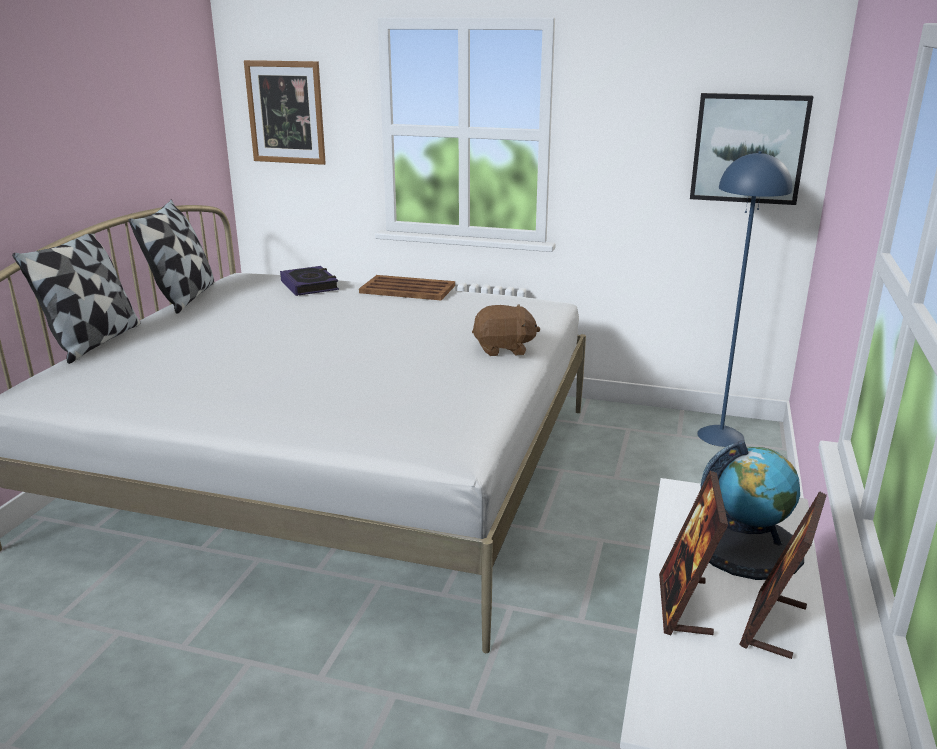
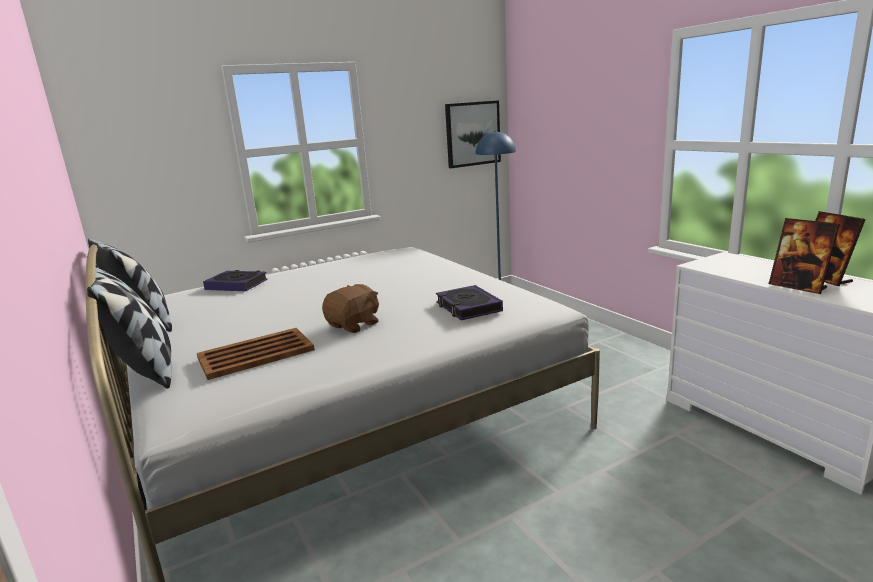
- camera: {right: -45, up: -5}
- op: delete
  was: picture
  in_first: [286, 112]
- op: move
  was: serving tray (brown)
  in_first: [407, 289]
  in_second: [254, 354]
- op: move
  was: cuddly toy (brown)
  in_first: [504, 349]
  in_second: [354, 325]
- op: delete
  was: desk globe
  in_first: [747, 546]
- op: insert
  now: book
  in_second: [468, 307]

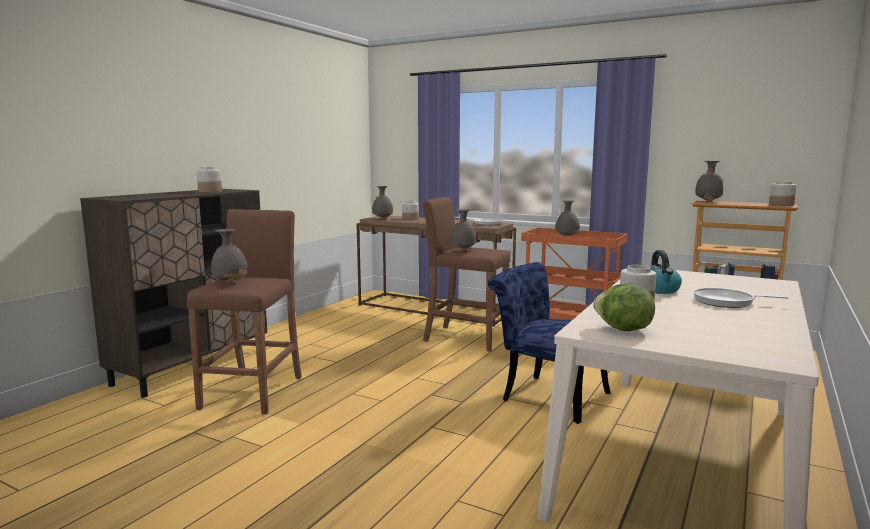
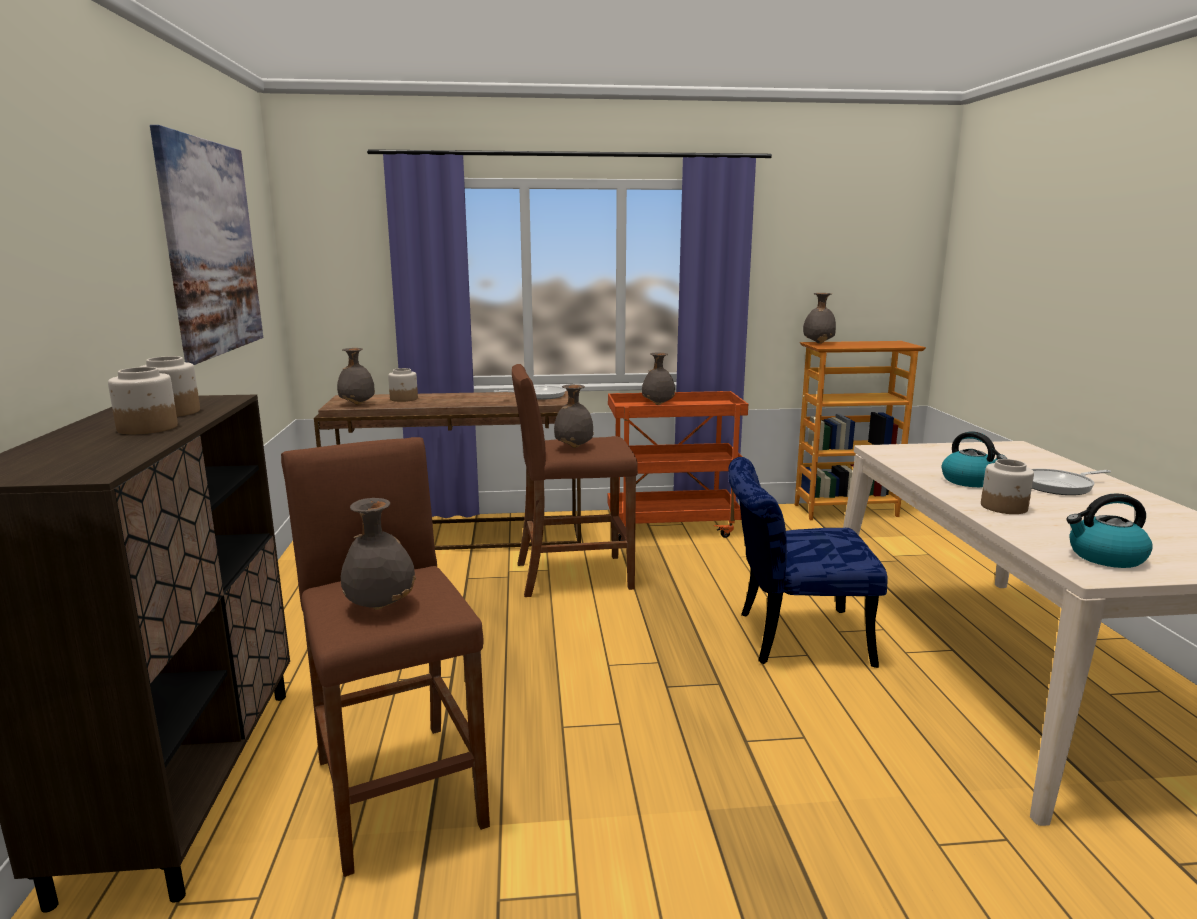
- camera: {right: -35, up: 5}
- op: replace
  was: lettuce
  now: kettle
  in_first: [623, 330]
  in_second: [1105, 557]
- op: move
  was: storage jar
  in_first: [781, 205]
  in_second: [146, 428]
- op: insert
  now: picture
  in_second: [211, 248]

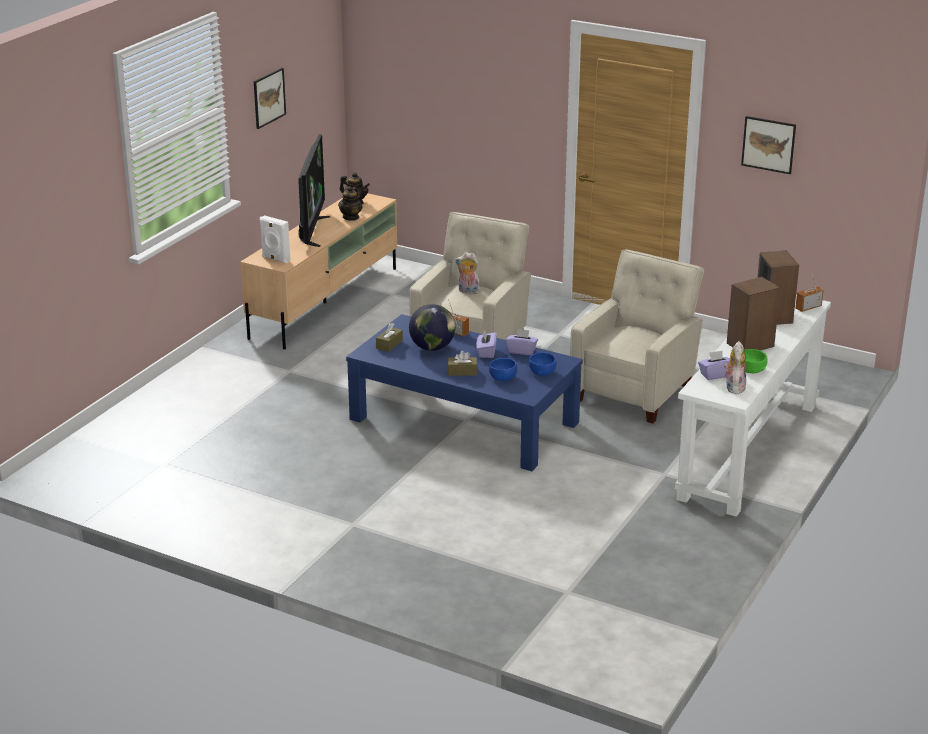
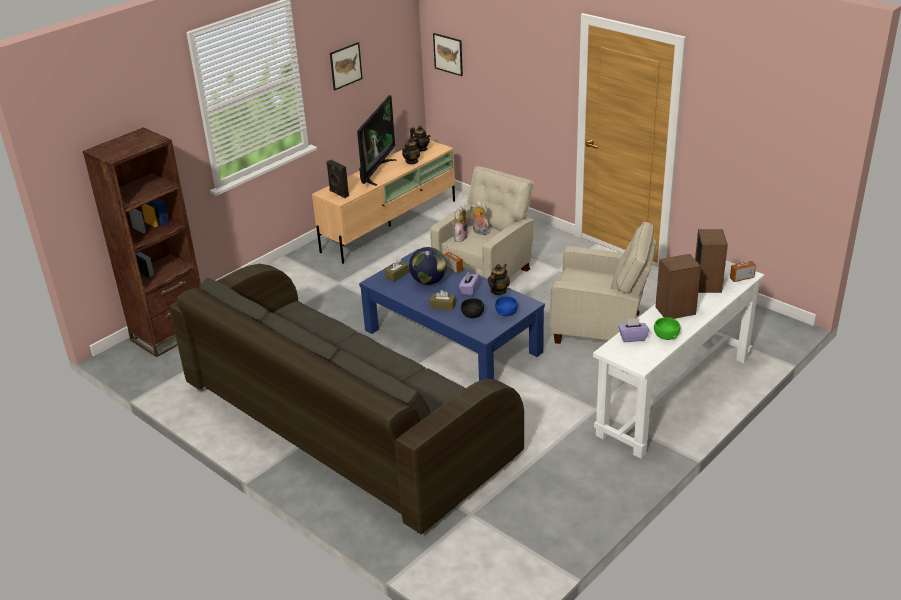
- camera: {right: 15, up: 5}
- op: recolor
  was: loudspeaker (whitish)
  now: loudspeaker (black-coloured)
  in_first: [275, 259]
  in_second: [338, 194]
- op: recolor
  was: deep dish (bluish)
  now: deep dish (black-coloured)
  in_first: [503, 377]
  in_second: [472, 314]
- op: replace
  was: box of tissues (purple)
  now: teapot
  in_first: [522, 351]
  in_second: [498, 291]
- op: rotate
  was: easy chair (sand-coloured)
  in_first: [636, 391]
  in_second: [601, 328]
  clockwise: 60
- op: move
  was: cuddly toy
  in_first: [733, 387]
  in_second: [460, 237]
- op: move
  was: picture
  in_first: [768, 144]
  in_second: [448, 54]
- op: insert
  now: bookcase (brown)
  in_second: [170, 334]
- op: insert
  now: sofa (greyish)
  in_second: [345, 422]

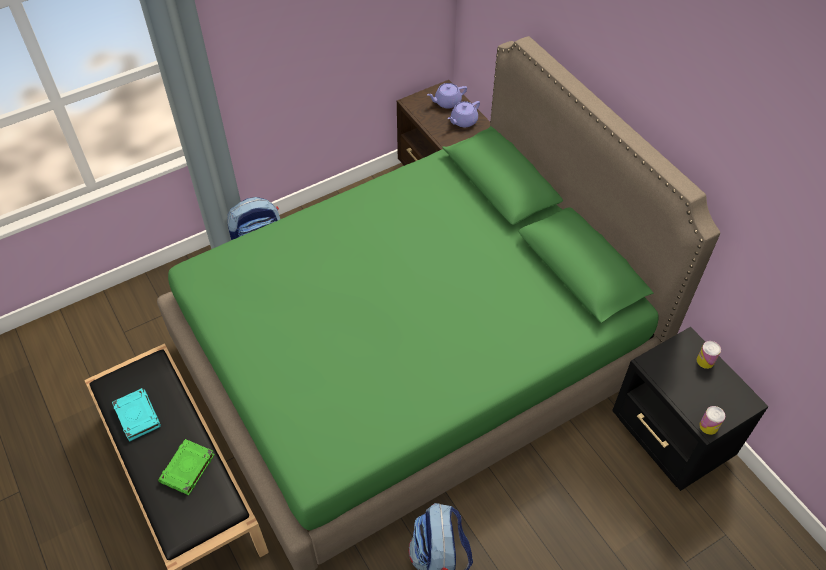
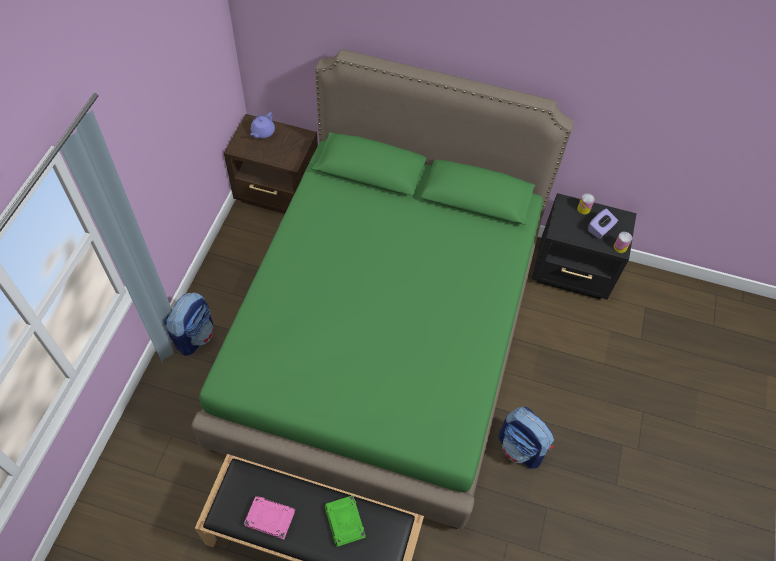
- camera: {right: -45, up: 5}
- op: recolor
  was: book (turquoise-coloured)
  now: book (pinkish)
  in_first: [136, 416]
  in_second: [269, 518]
- op: delete
  was: teapot (purple)
  in_first: [463, 121]
- op: insert
  now: box of tissues (purple)
  in_second: [600, 229]

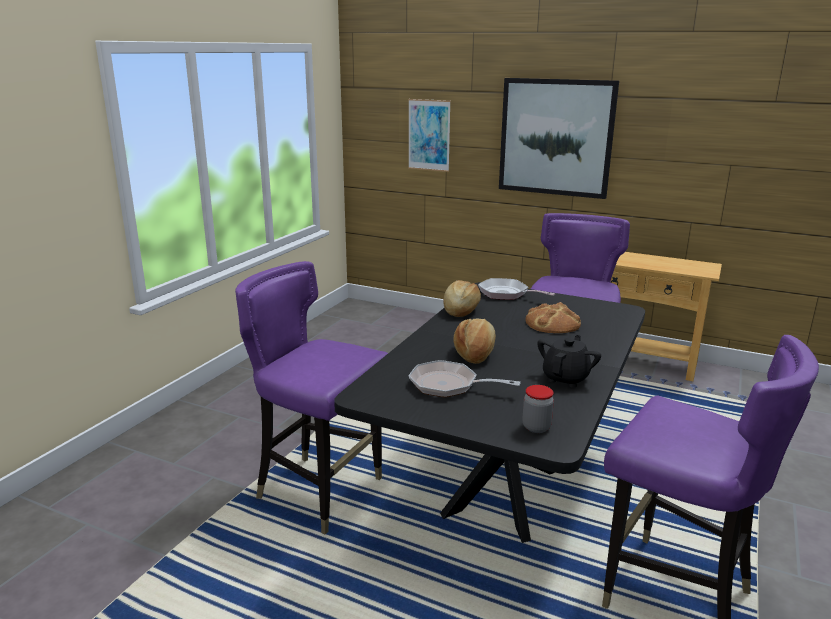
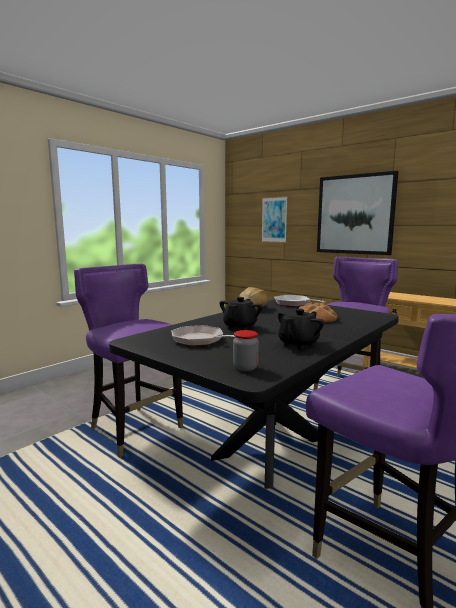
- camera: {right: 15, up: -10}
- op: replace
  was: bakery bread
  now: teapot (black-coloured)
  in_first: [475, 352]
  in_second: [240, 327]

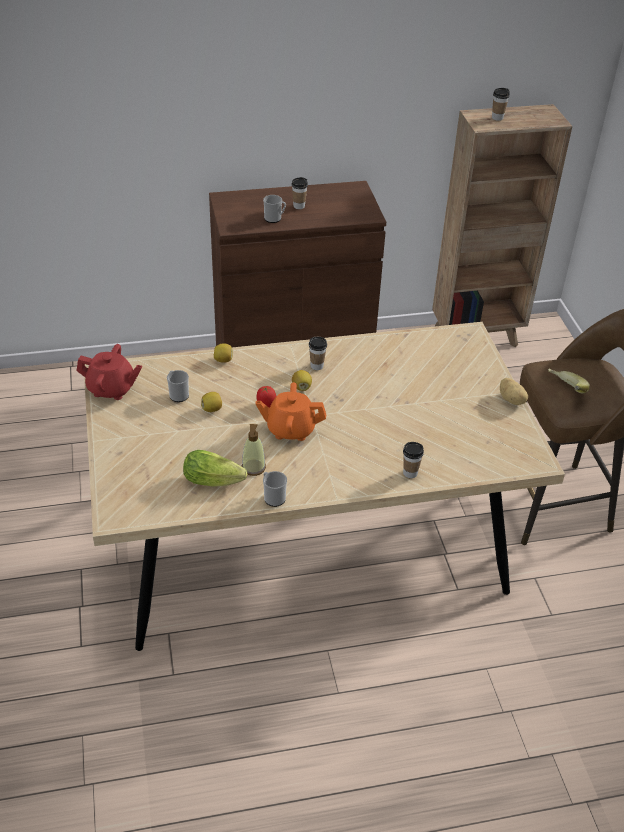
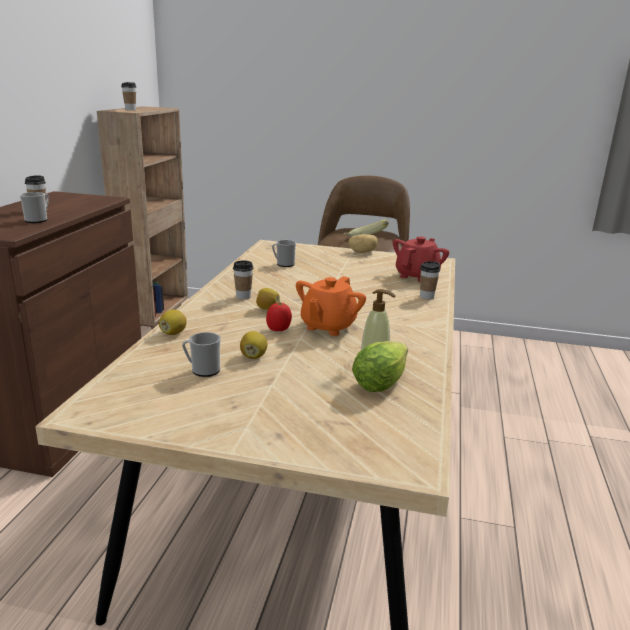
- camera: {right: -65, up: -20}
- op: move
  was: teapot (red)
  in_first: [111, 389]
  in_second: [417, 276]
- op: move
  was: mug
  in_first: [273, 497]
  in_second: [283, 264]

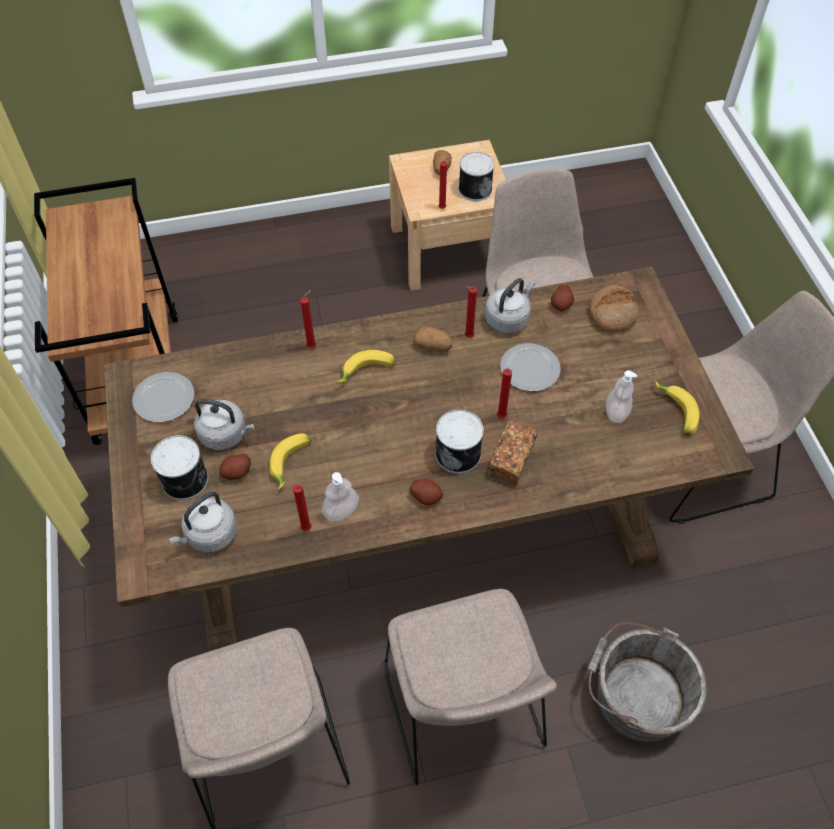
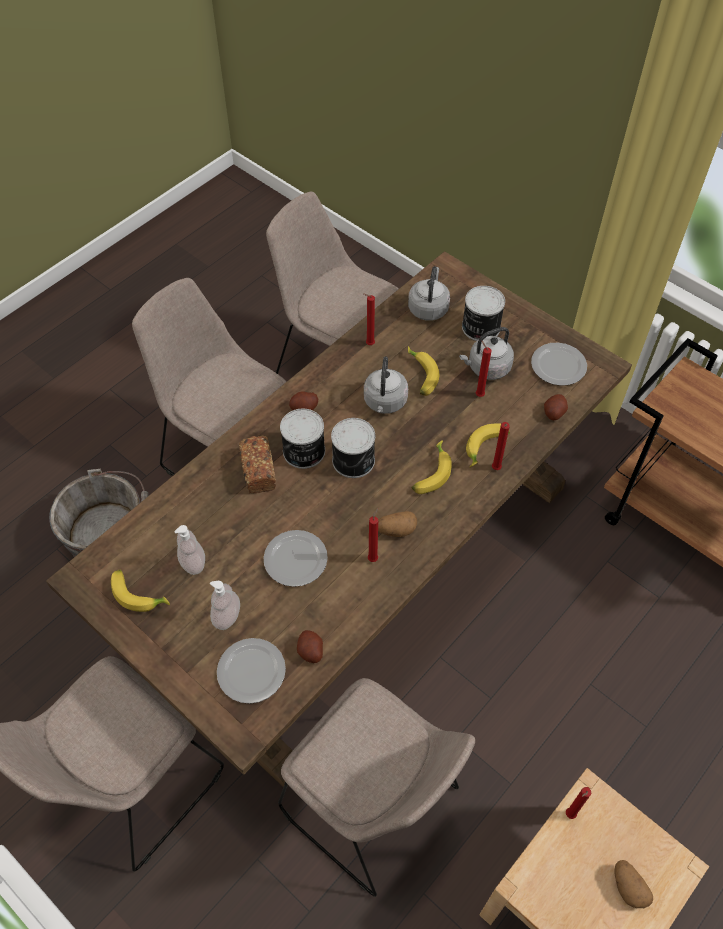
- camera: {right: 145, up: 0}
- op: move
  was: spud
  in_first: [237, 472]
  in_second: [554, 412]
- op: move
  was: liquid soap bottle
  in_first: [341, 511]
  in_second: [227, 616]
- op: move
  was: can
  in_first: [474, 188]
  in_second: [354, 461]
- op: move
  was: kettle (greyish)
  in_first: [508, 318]
  in_second: [385, 402]
- op: move
  was: wax light (red)
  in_first: [501, 418]
  in_second: [478, 394]
- op: replace
  was: bakery bread
  now: flat dish
  in_first: [612, 314]
  in_second: [252, 672]
- op: insert
  now: whole banana
  in_second: [486, 448]

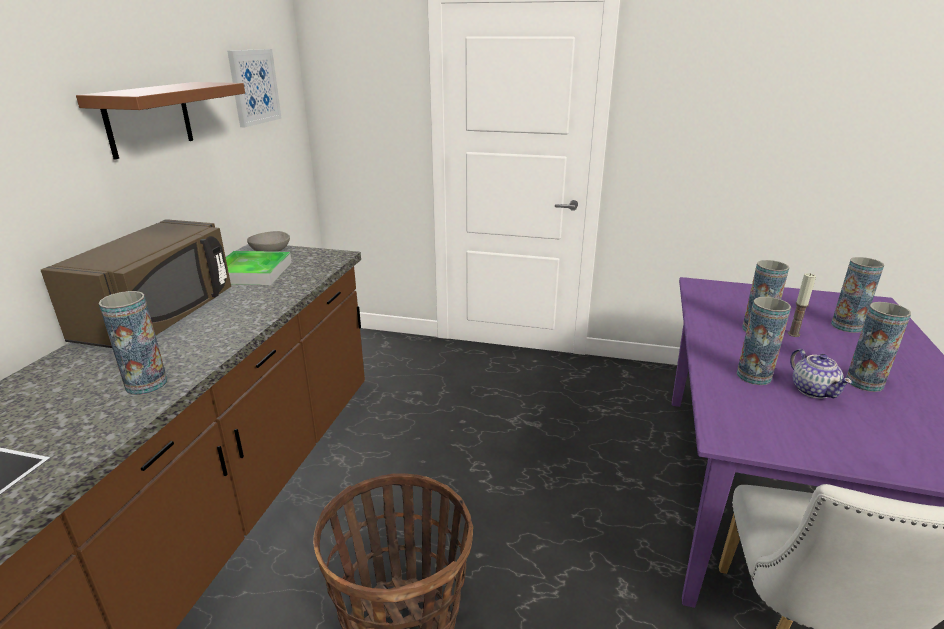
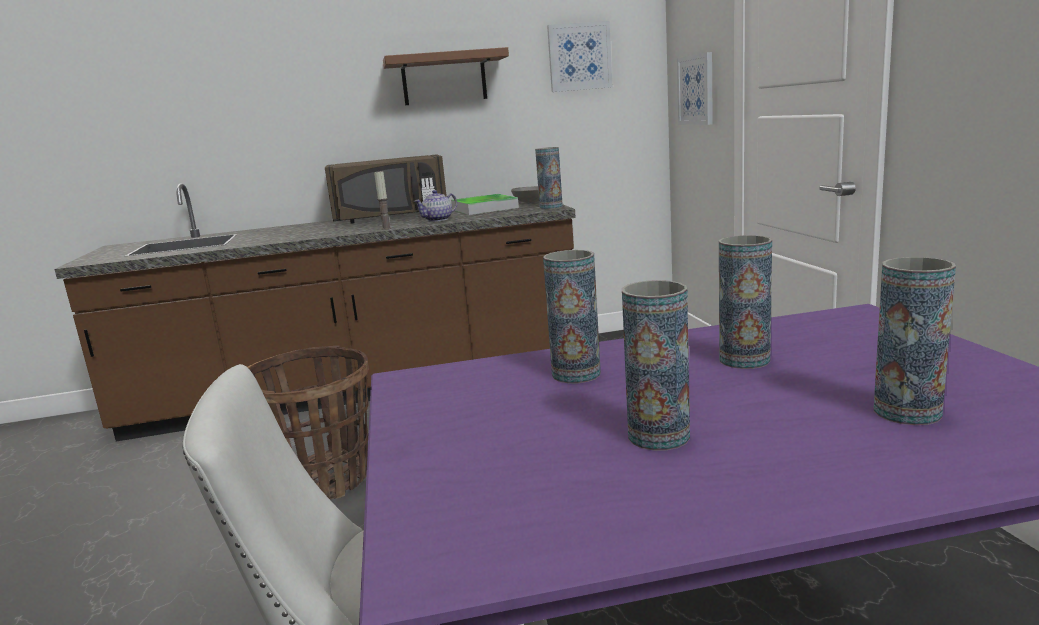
- camera: {right: 65, up: -10}
- op: move
  was: flower vase
  in_first: [146, 384]
  in_second: [551, 207]
- op: move
  was: wax light
  in_first: [793, 334]
  in_second: [386, 228]
- op: move
  was: teapot
  in_first: [813, 390]
  in_second: [438, 220]
- op: insert
  now: picture
  in_second: [696, 90]

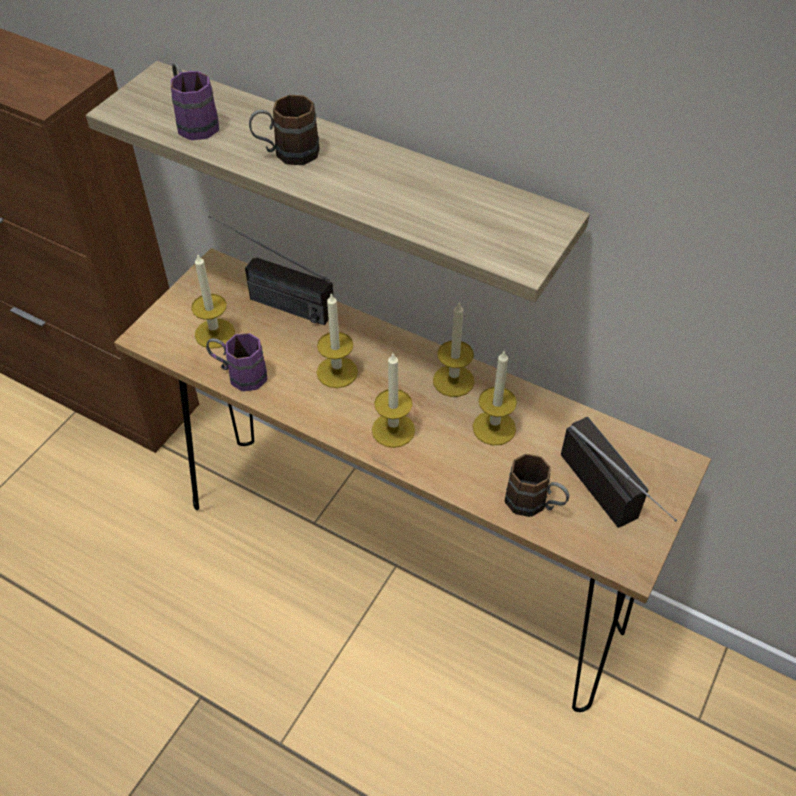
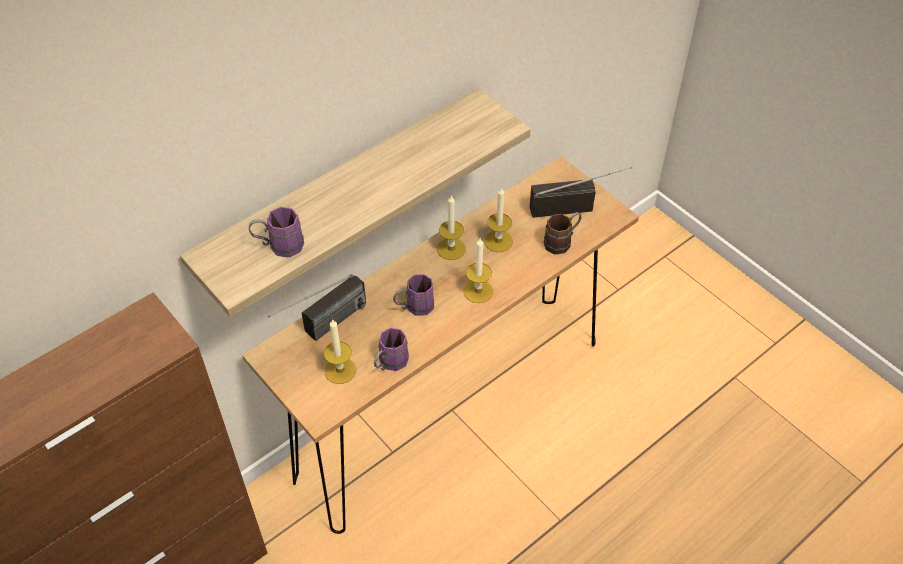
- camera: {right: -70, up: 0}
- op: delete
  was: mug (brown)
  in_first: [287, 154]
- op: replace
  was: wax light
  now: mug (purple)
  in_first: [337, 372]
  in_second: [414, 307]

